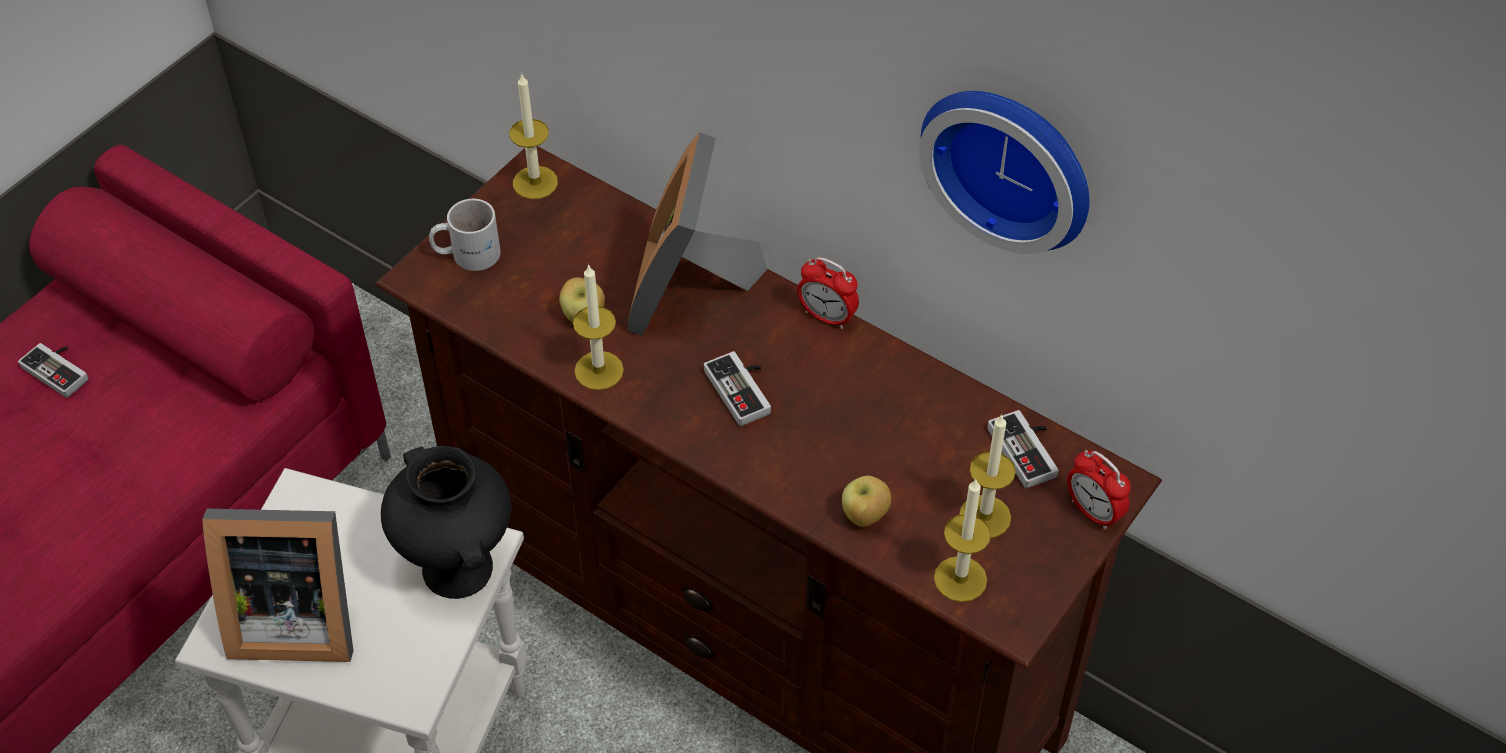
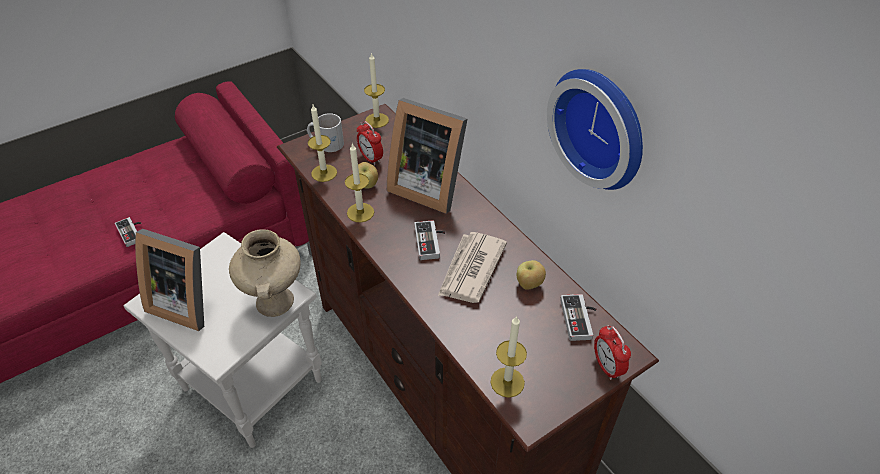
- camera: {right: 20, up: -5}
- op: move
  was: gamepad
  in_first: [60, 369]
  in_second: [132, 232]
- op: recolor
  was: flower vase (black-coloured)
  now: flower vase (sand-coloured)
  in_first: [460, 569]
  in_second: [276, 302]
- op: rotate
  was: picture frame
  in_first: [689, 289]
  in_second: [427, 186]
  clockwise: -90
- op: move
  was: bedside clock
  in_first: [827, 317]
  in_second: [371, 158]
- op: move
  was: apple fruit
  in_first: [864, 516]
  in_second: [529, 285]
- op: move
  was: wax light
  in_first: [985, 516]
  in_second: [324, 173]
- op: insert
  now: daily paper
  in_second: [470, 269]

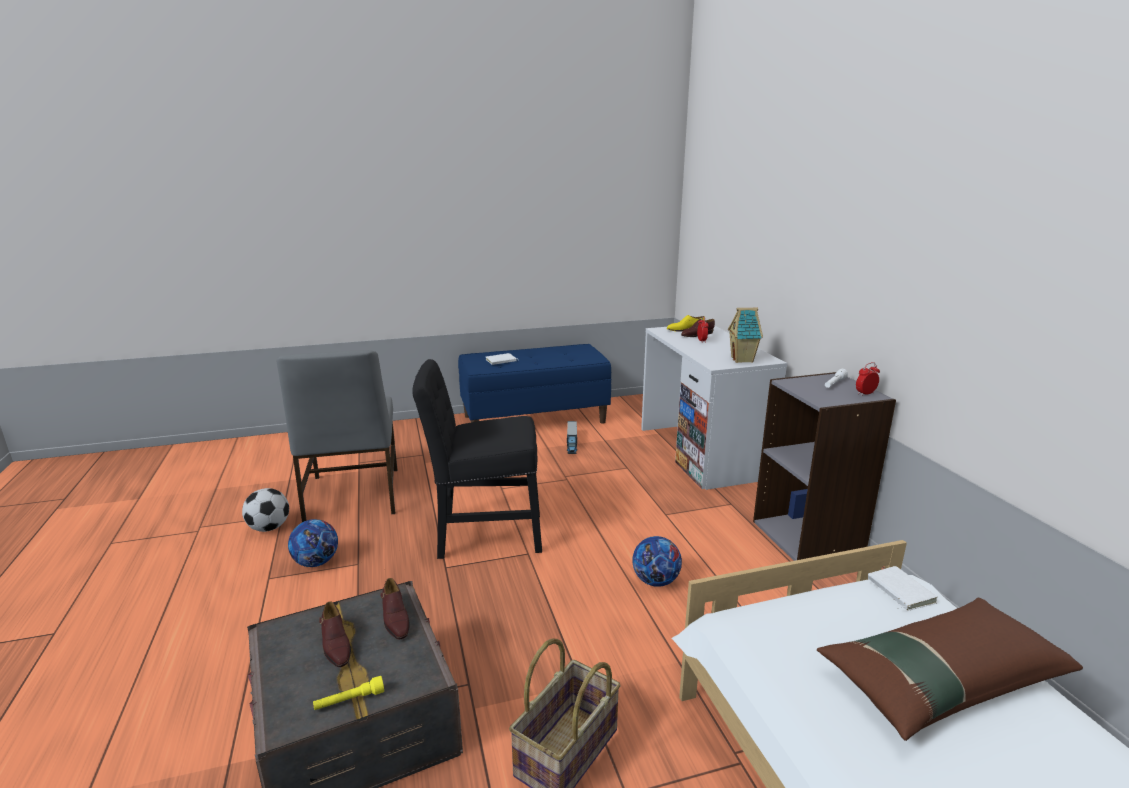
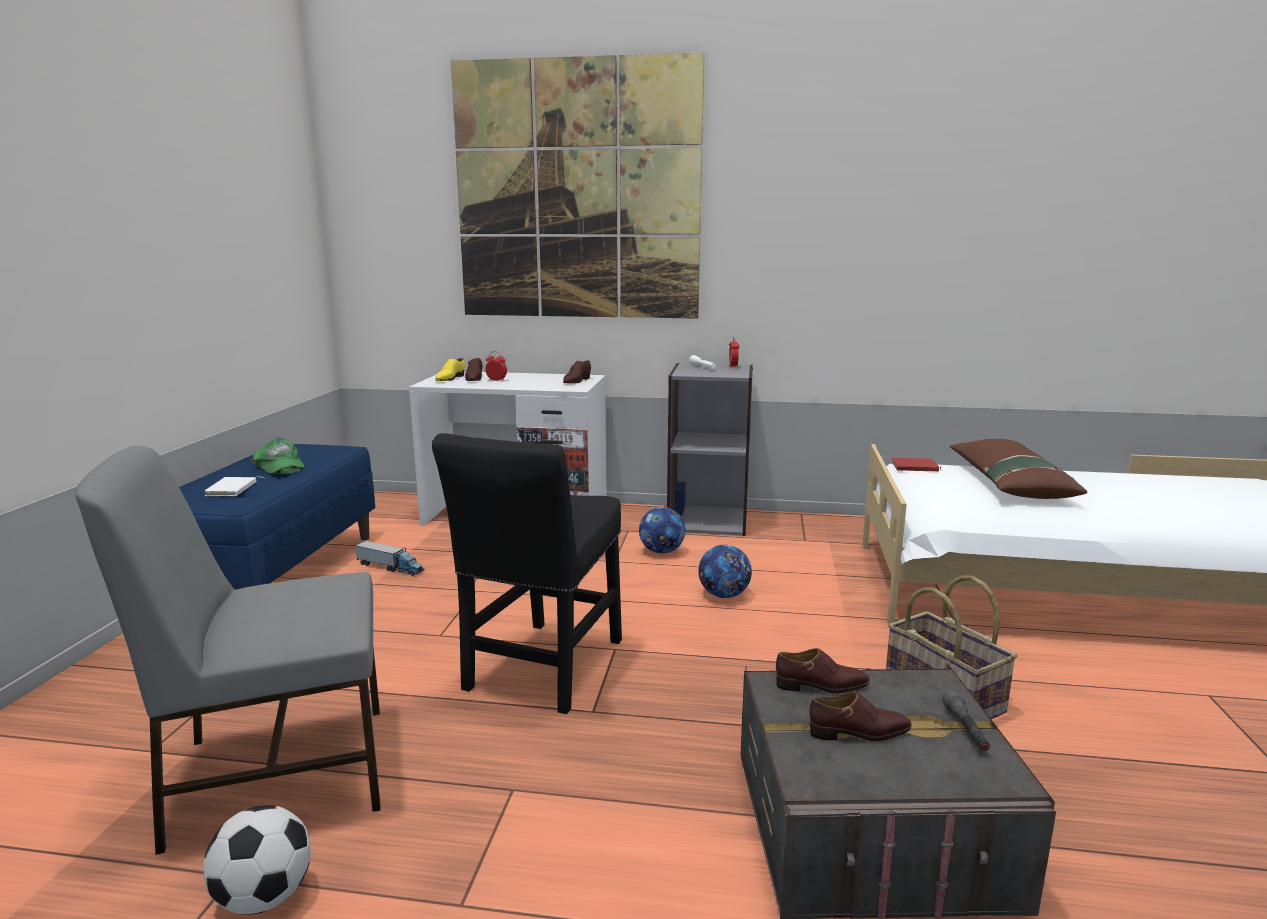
- camera: {right: -65, up: -5}
- op: rotate
  was: plain chair (greyish)
  in_first: [352, 496]
  in_second: [276, 773]
  clockwise: 150
- op: move
  was: football
  in_first: [316, 562]
  in_second: [661, 551]
- op: recolor
  was: torch (yellow)
  now: torch (greyish)
  in_first: [349, 701]
  in_second: [966, 730]
- op: replace
  was: toy house
  now: low shoe (brown)
  in_first: [743, 360]
  in_second: [576, 381]
- op: recolor
  was: book (whitish)
  now: book (red)
  in_first: [899, 591]
  in_second: [915, 468]
- op: insert
  now: cap (green-coloured)
  in_second: [279, 465]
- op: insert
  now: picture
  in_second: [577, 192]

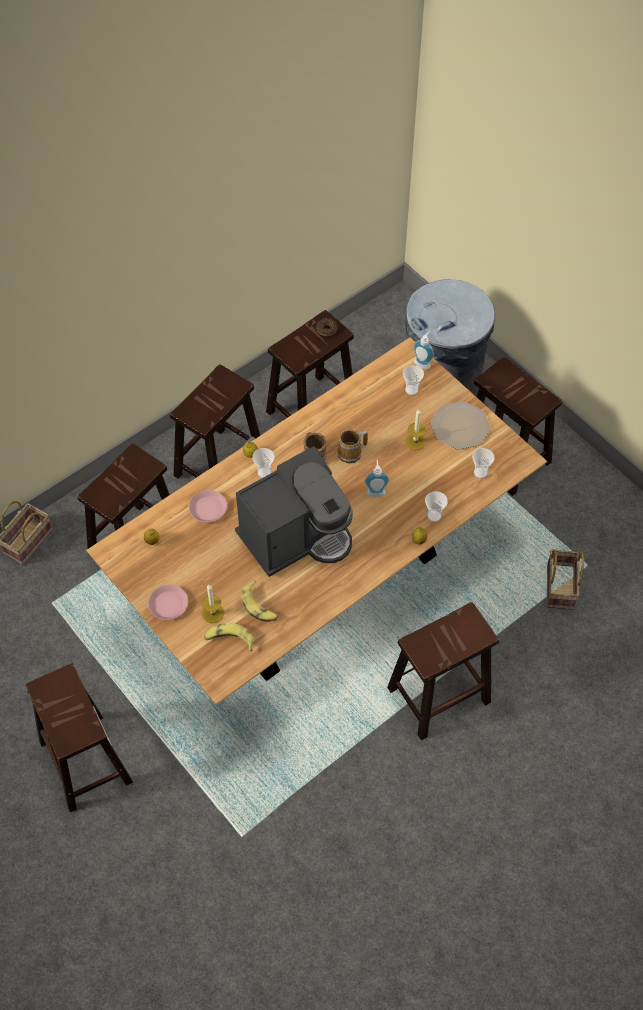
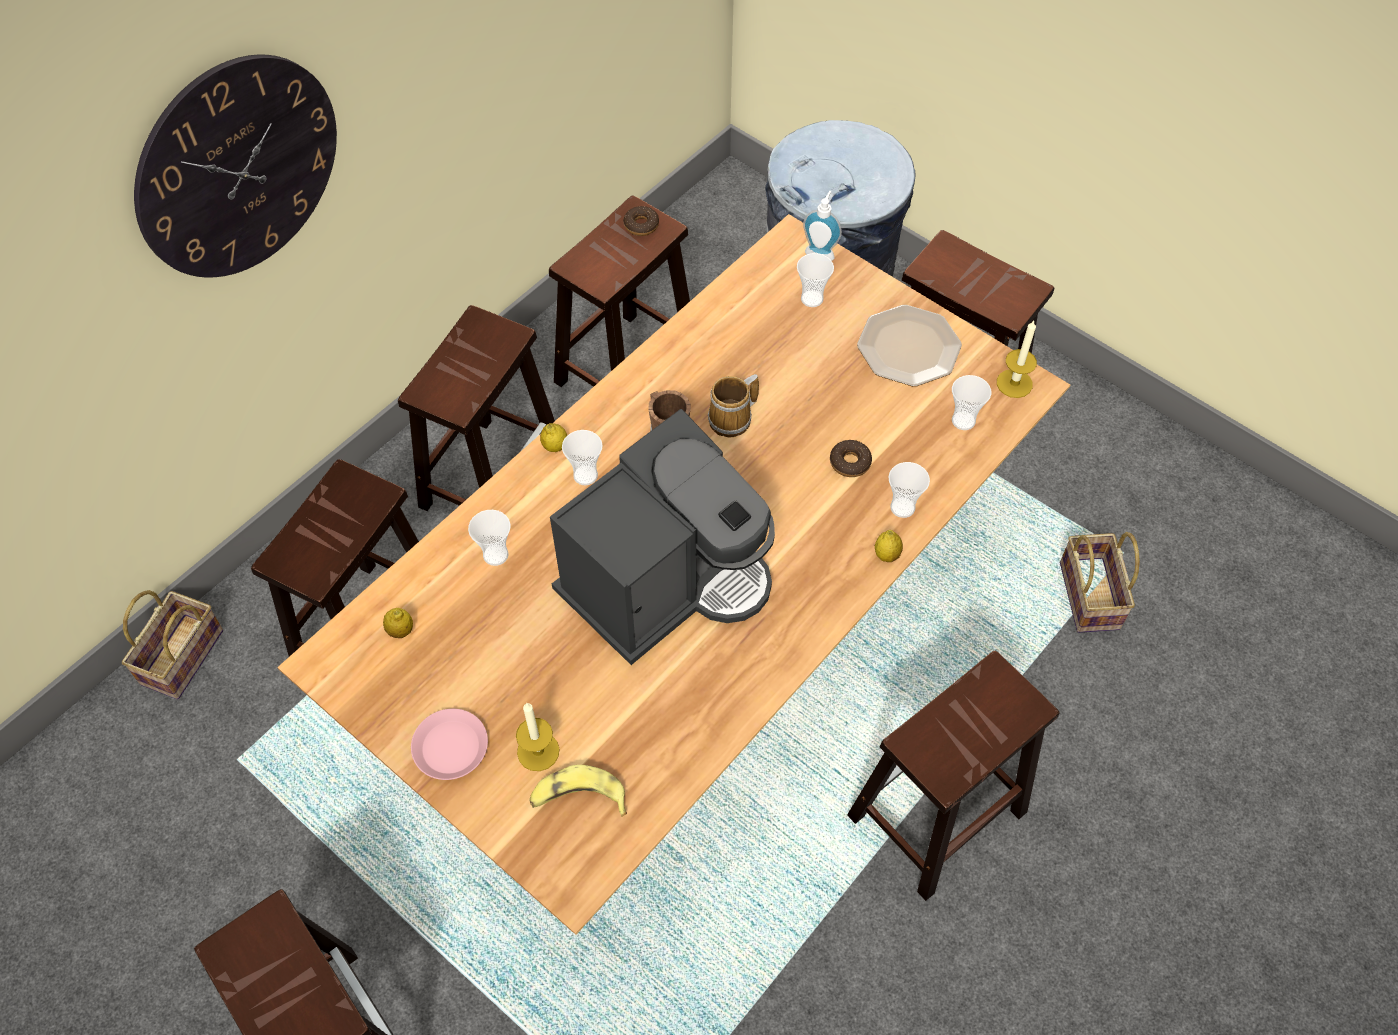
- camera: {right: -10, up: 0}
- op: replace
  was: flat dish (pinkish)
  now: small cup
  in_first: [208, 508]
  in_second: [495, 555]
- op: delete
  was: whole banana
  in_first: [259, 606]
- op: delete
  was: liquid soap bottle
  in_first: [376, 491]
- op: move
  was: wax light
  in_first: [415, 441]
  in_second: [1014, 383]
- op: insert
  now: clock on the wall
  in_second: [238, 168]
- op: insert
  now: doughnut
  in_second: [850, 462]

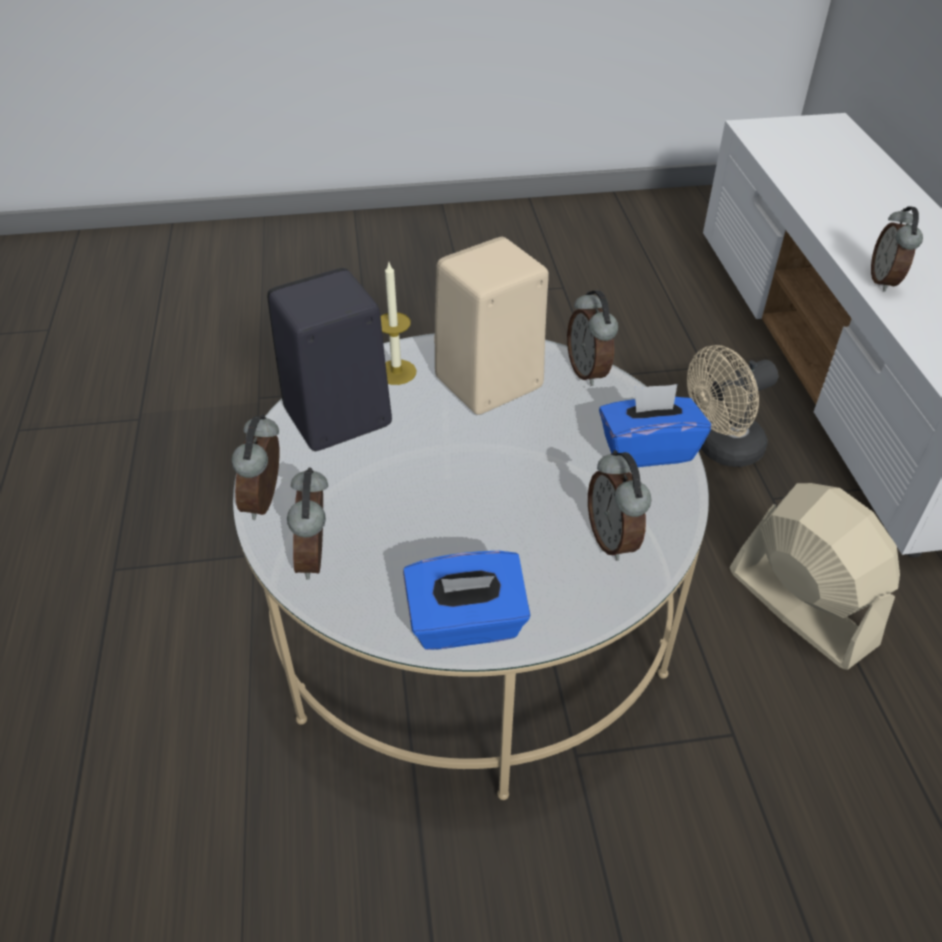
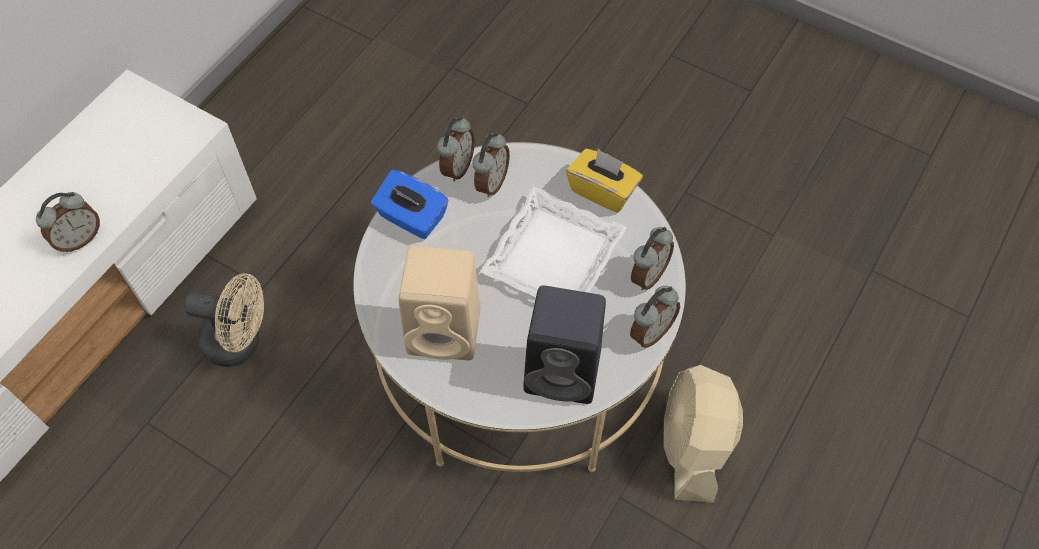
- camera: {right: -140, up: 15}
- op: delete
  was: wax light
  in_first: [396, 372]
- op: recolor
  was: box of tissues (bluish)
  now: box of tissues (yellow)
  in_first: [466, 624]
  in_second: [602, 191]
- op: move
  was: bedside clock
  in_first: [588, 371]
  in_second: [457, 167]
- op: move
  was: fan (sand-coloured)
  in_first: [800, 606]
  in_second: [693, 445]
- op: insert
  now: serving tray (whitish)
  in_second: [552, 256]

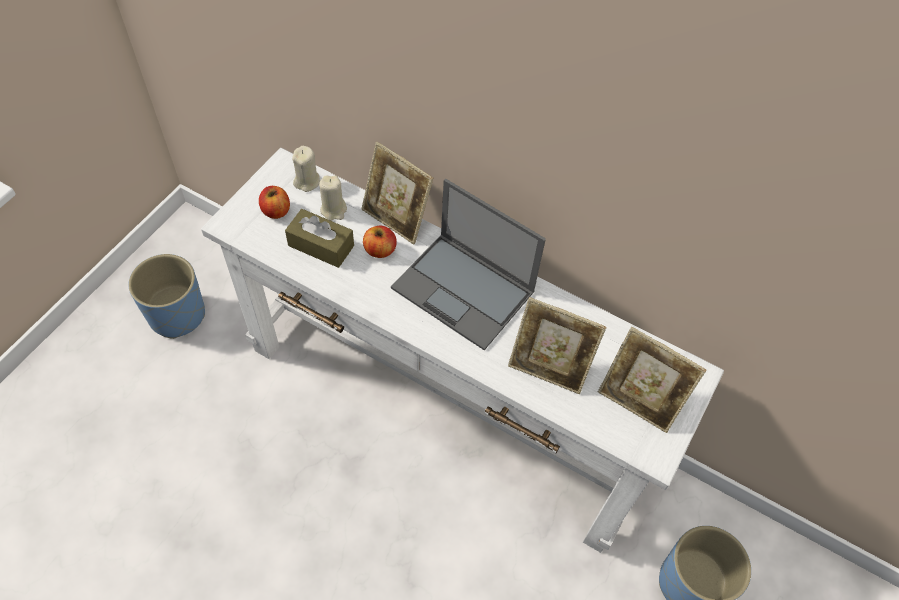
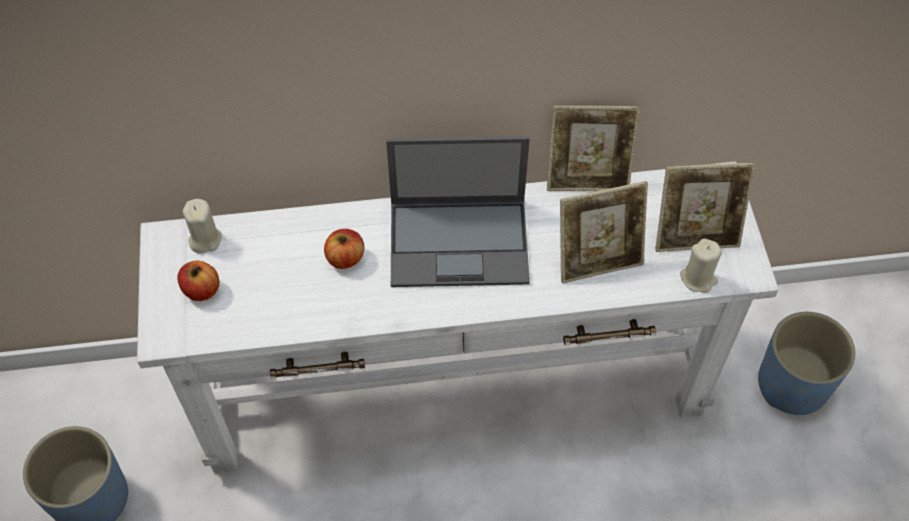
- camera: {right: -35, up: 0}
- op: delete
  was: box of tissues (brown)
  in_first: [321, 245]
- op: move
  was: wax light (sand-coloured)
  in_first: [334, 210]
  in_second: [698, 278]
- op: move
  was: picture frame
  in_first: [396, 219]
  in_second: [587, 178]

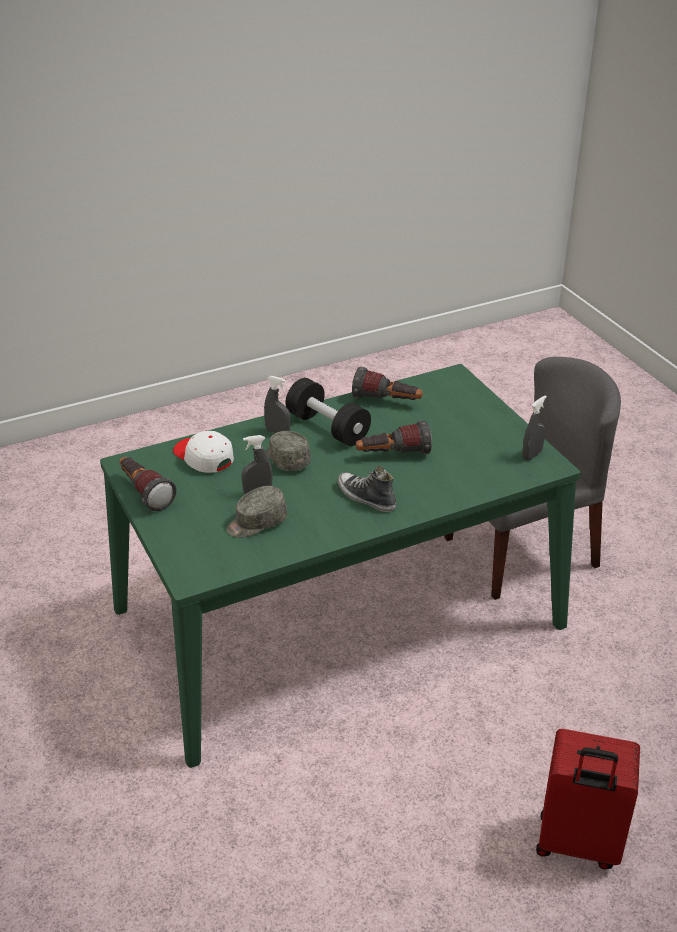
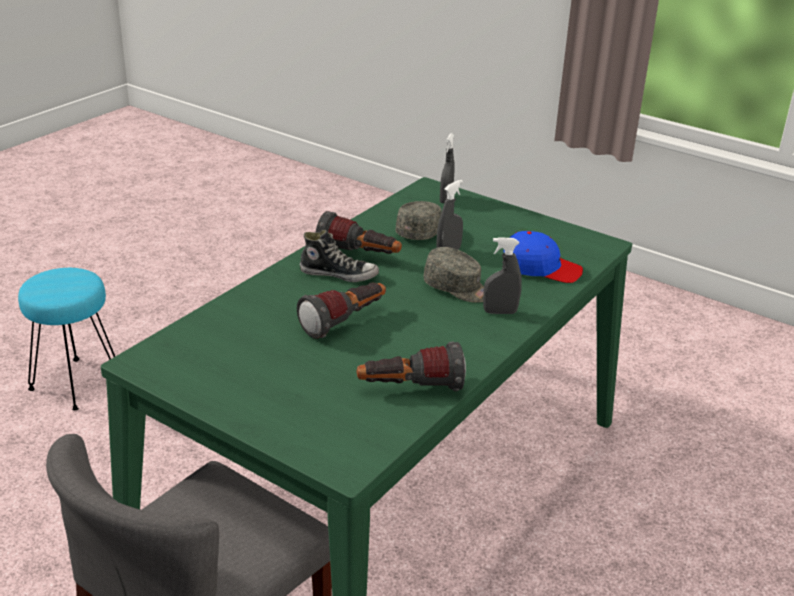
- camera: {right: 150, up: -5}
- op: move
  was: torch
  in_first: [144, 493]
  in_second: [359, 256]
- op: recolor
  was: cap (whitish)
  now: cap (bluish)
  in_first: [203, 457]
  in_second: [541, 268]
- op: delete
  was: free weight (black-coloured)
  in_first: [328, 427]
- op: move
  was: spray bottle (greyish)
  in_first: [532, 455]
  in_second: [446, 199]
- op: replace
  was: piece of luggage (red)
  now: stool (turquoise-coloured)
  in_first: [577, 844]
  in_second: [77, 383]

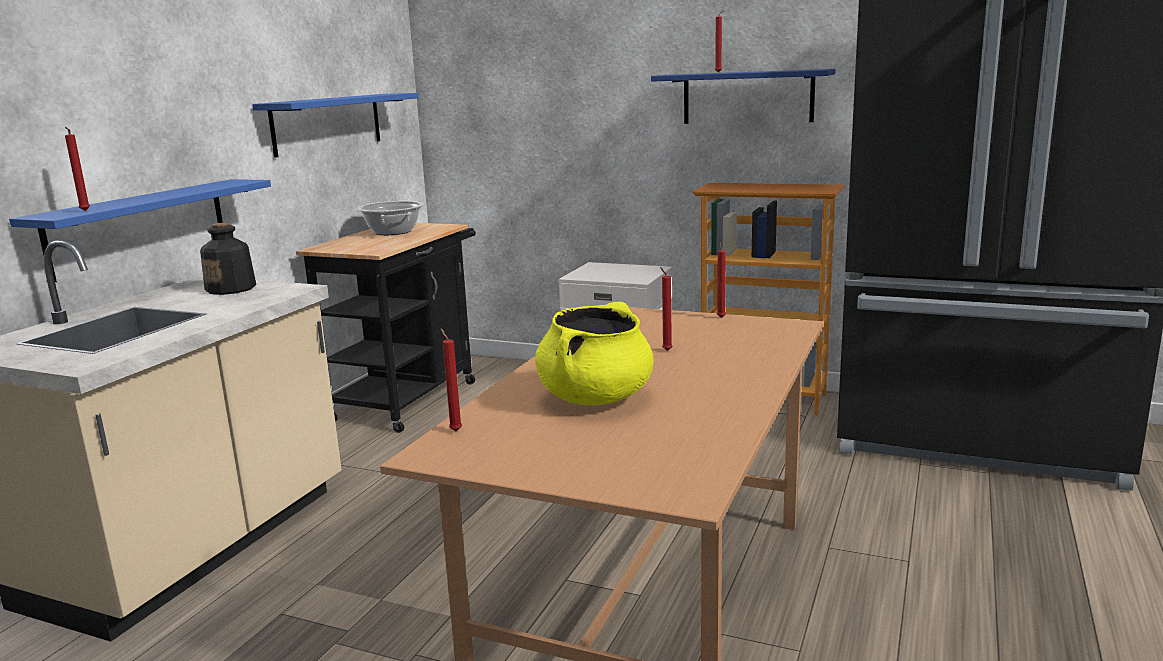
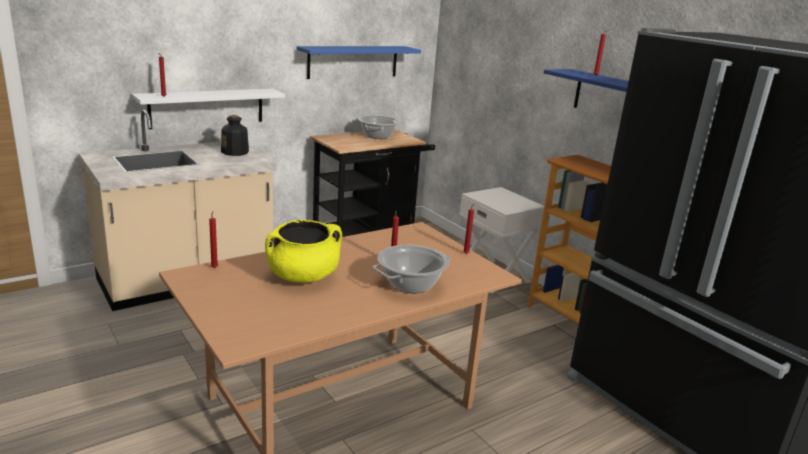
- camera: {right: 30, up: 5}
- op: recolor
  was: shelf (bluish)
  now: shelf (whitish)
  in_first: [140, 227]
  in_second: [207, 108]
- op: insert
  now: stockpot
  in_second: [411, 284]

